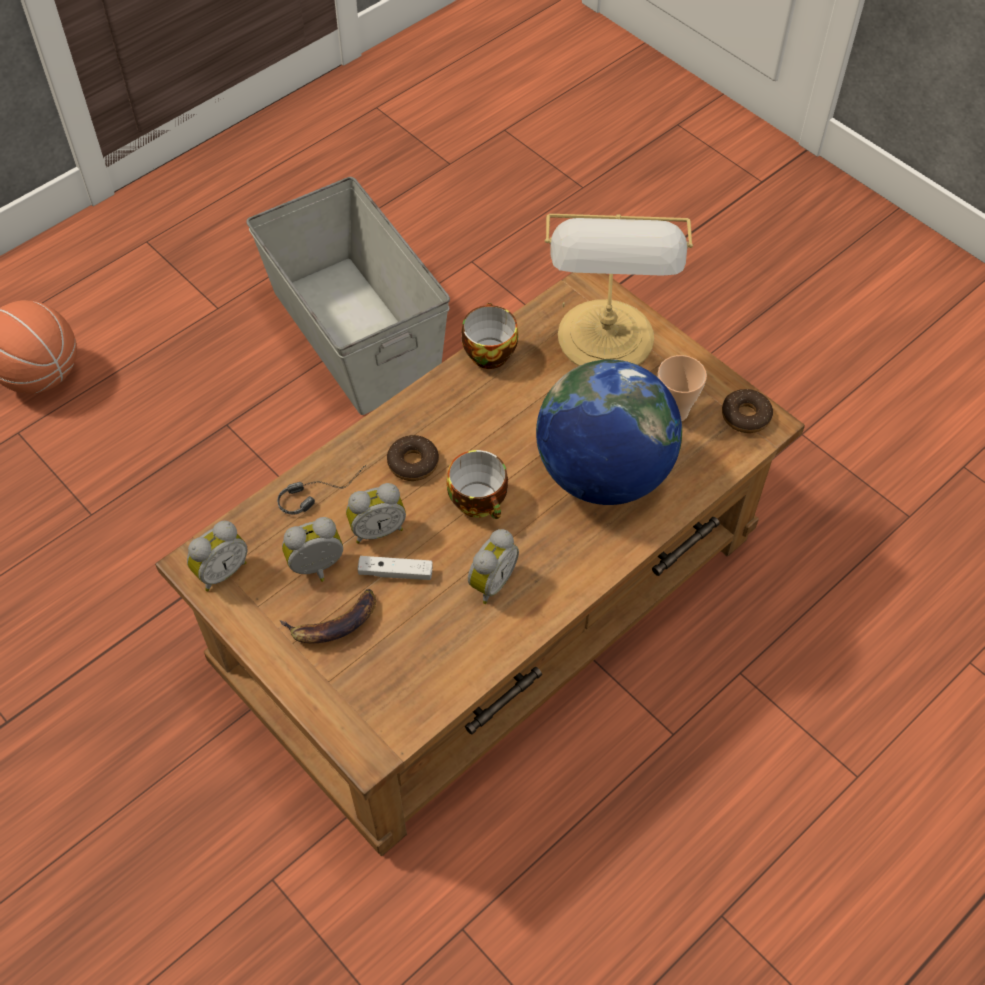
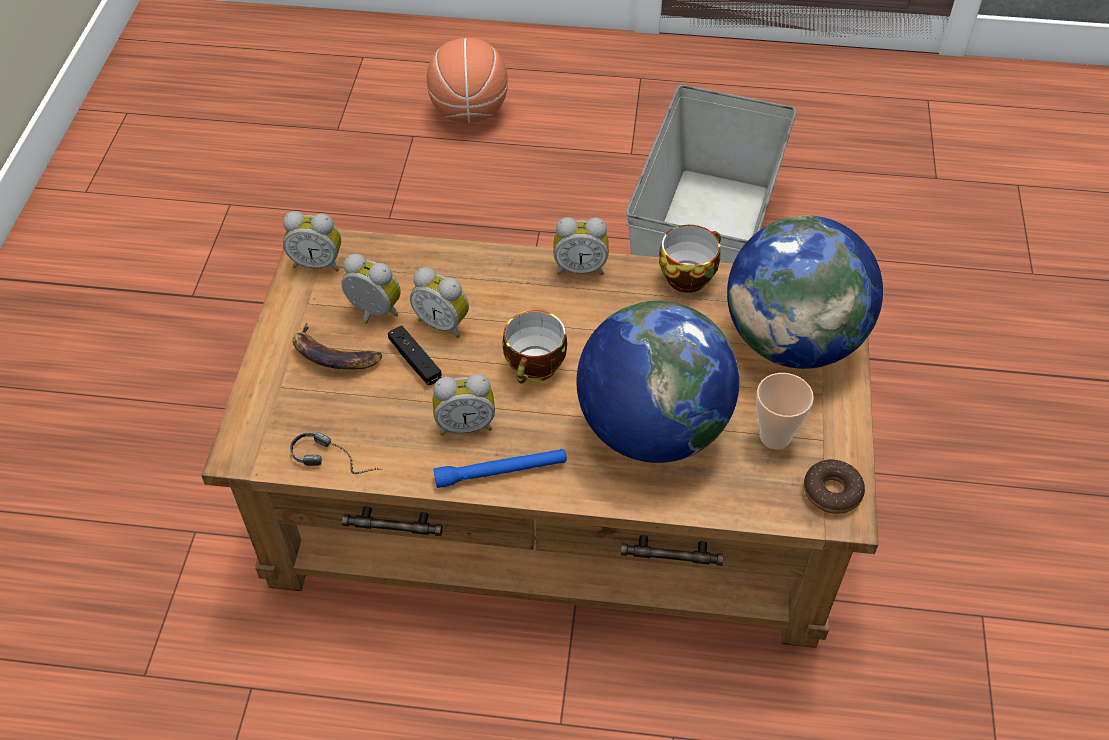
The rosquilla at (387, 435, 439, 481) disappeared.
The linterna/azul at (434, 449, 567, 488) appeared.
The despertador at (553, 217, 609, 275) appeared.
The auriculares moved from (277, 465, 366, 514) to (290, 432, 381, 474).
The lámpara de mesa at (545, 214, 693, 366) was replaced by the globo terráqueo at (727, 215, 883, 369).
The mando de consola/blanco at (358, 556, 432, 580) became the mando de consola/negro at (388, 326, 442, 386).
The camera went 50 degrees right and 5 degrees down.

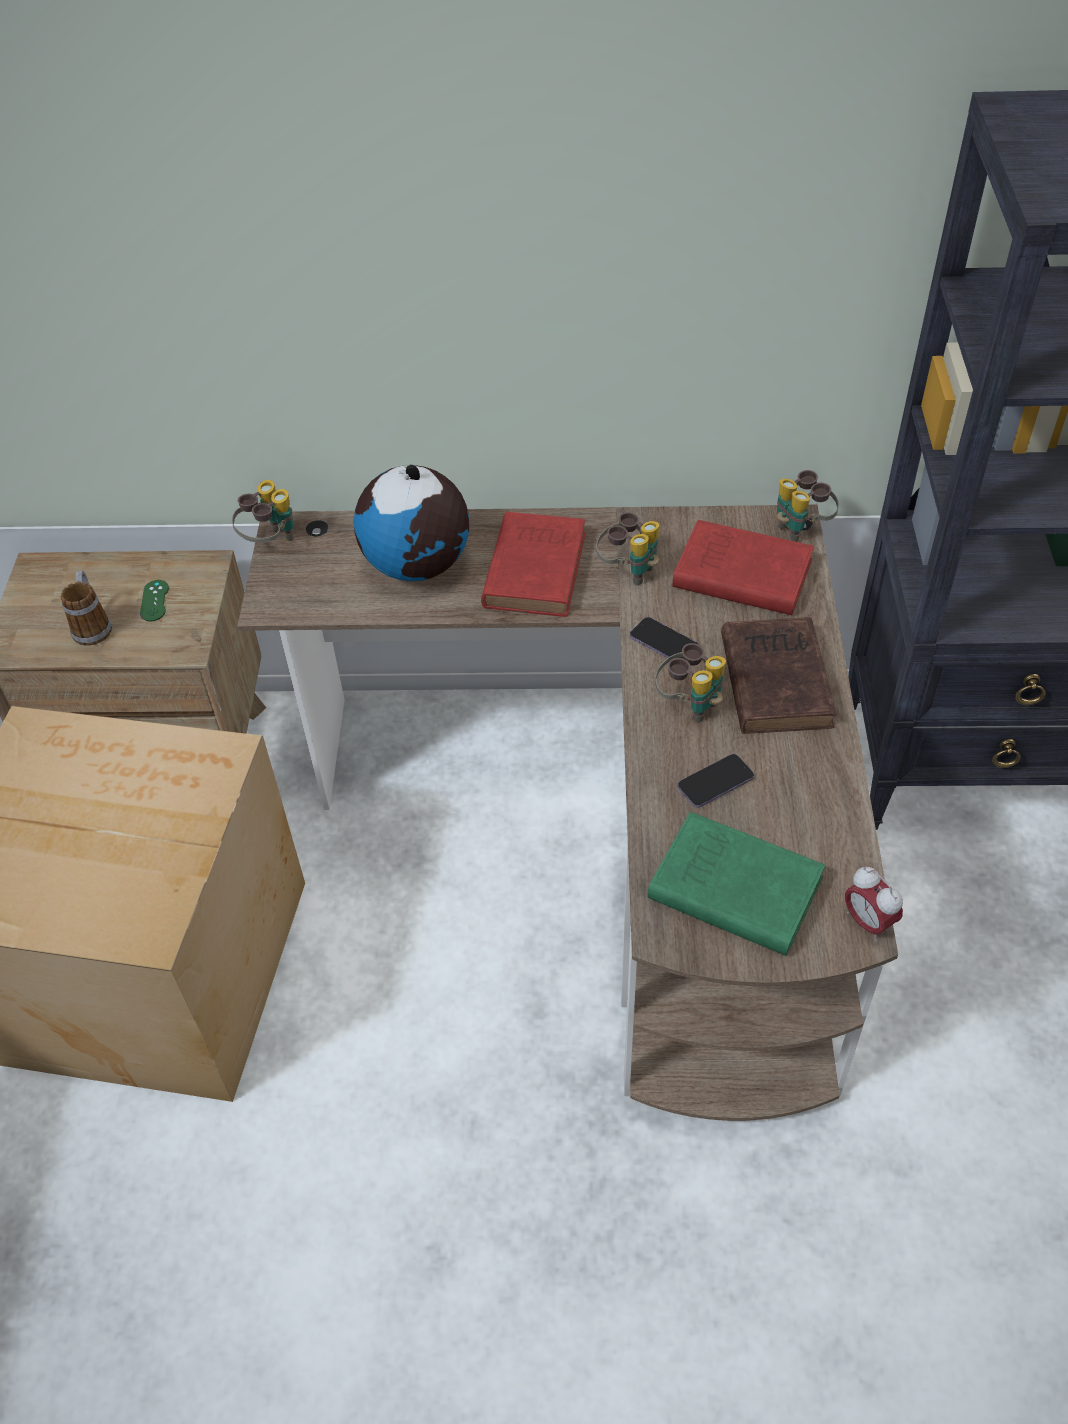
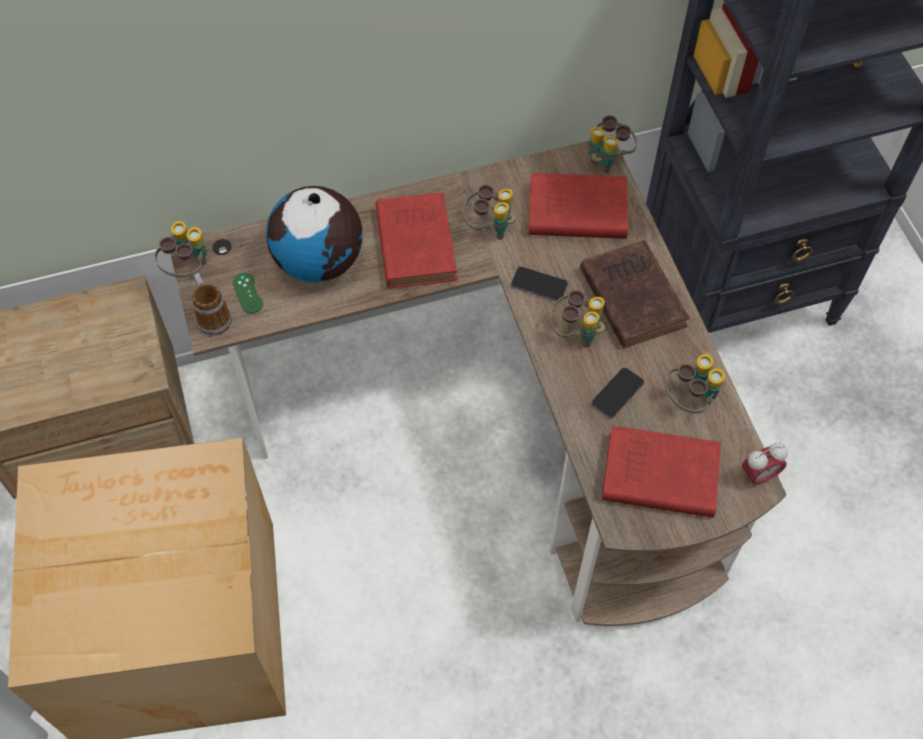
The prismáticos at (665, 354, 725, 413) appeared.
The taza grande moved from (61, 571, 112, 646) to (192, 273, 232, 335).
The mando de consola/verde moved from (140, 580, 169, 621) to (233, 273, 263, 313).
The libro/verde at (647, 812, 826, 956) became the libro/rojo at (602, 426, 721, 518).
The despertador at (845, 867, 903, 941) turned 60 degrees counterclockwise.
The camera went 20 degrees left and 10 degrees up.

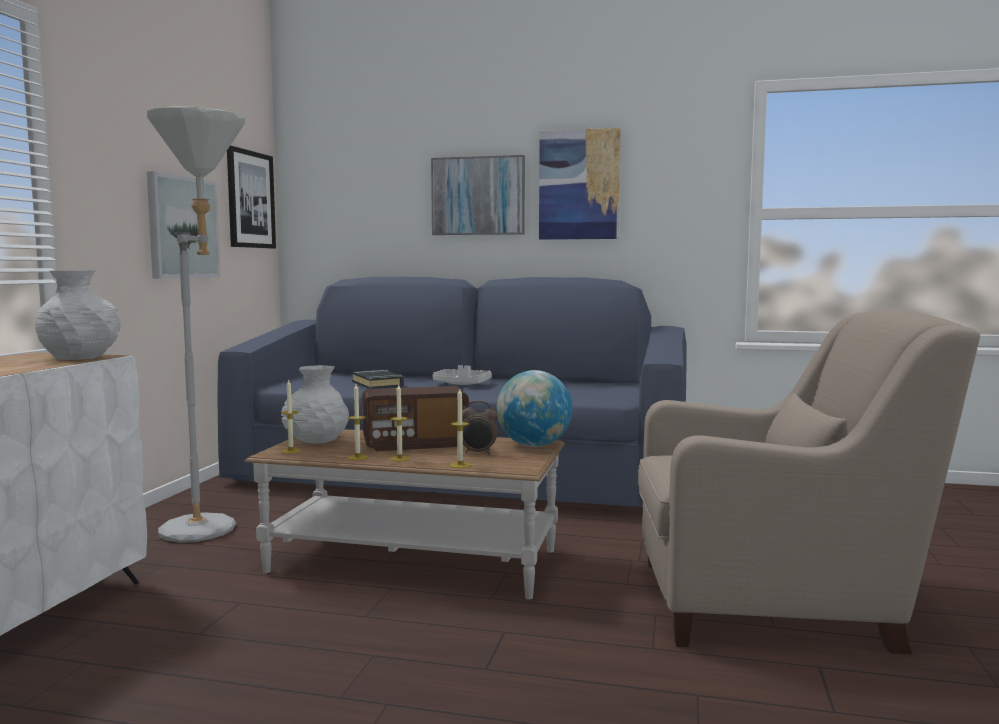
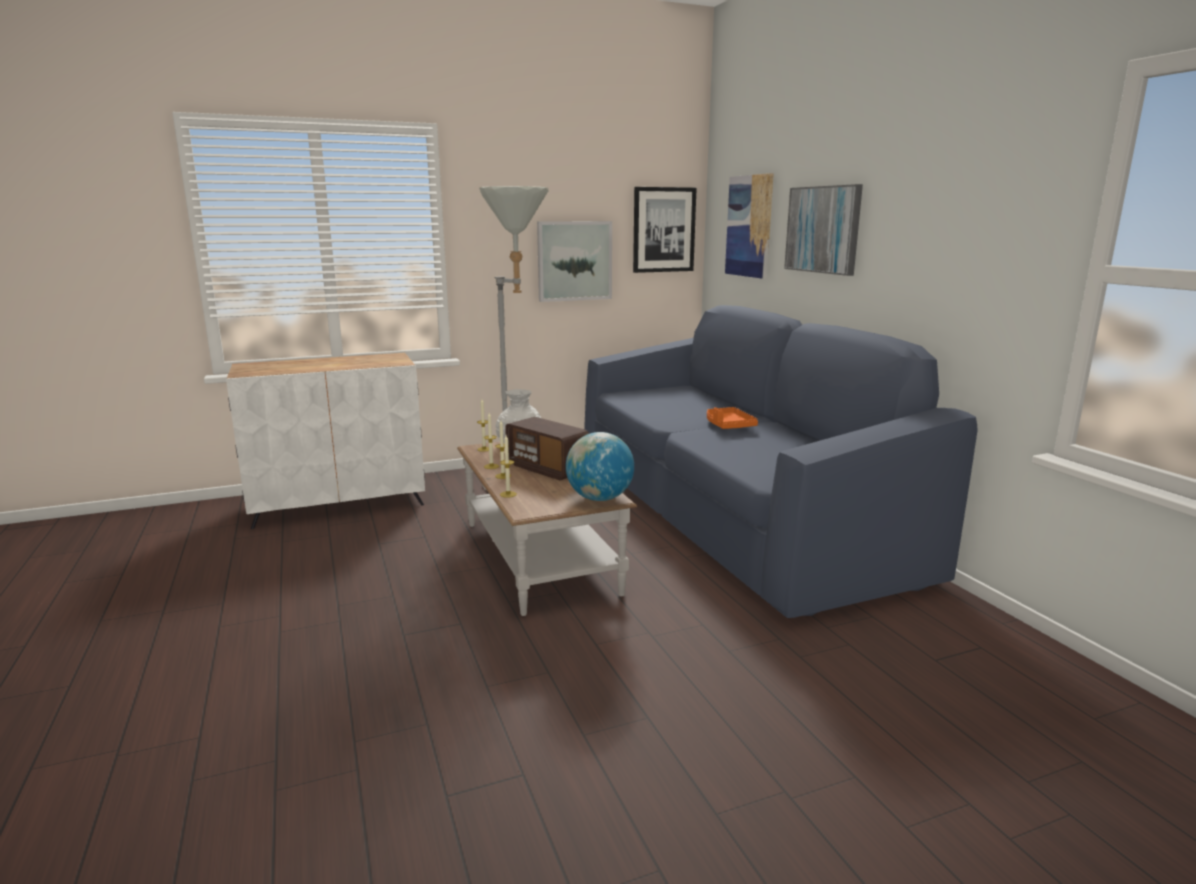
The florero/blanco at (35, 270, 121, 360) disappeared.
The libro/negro at (352, 370, 404, 389) disappeared.
The despertador at (462, 401, 498, 454) disappeared.
The sillón/beis at (638, 310, 980, 654) disappeared.
The cuadro moved from (539, 128, 621, 240) to (725, 173, 774, 279).
The bandeja/gris at (433, 365, 492, 385) became the bandeja/naranja at (707, 407, 758, 429).
The camera went 55 degrees right and 10 degrees up.

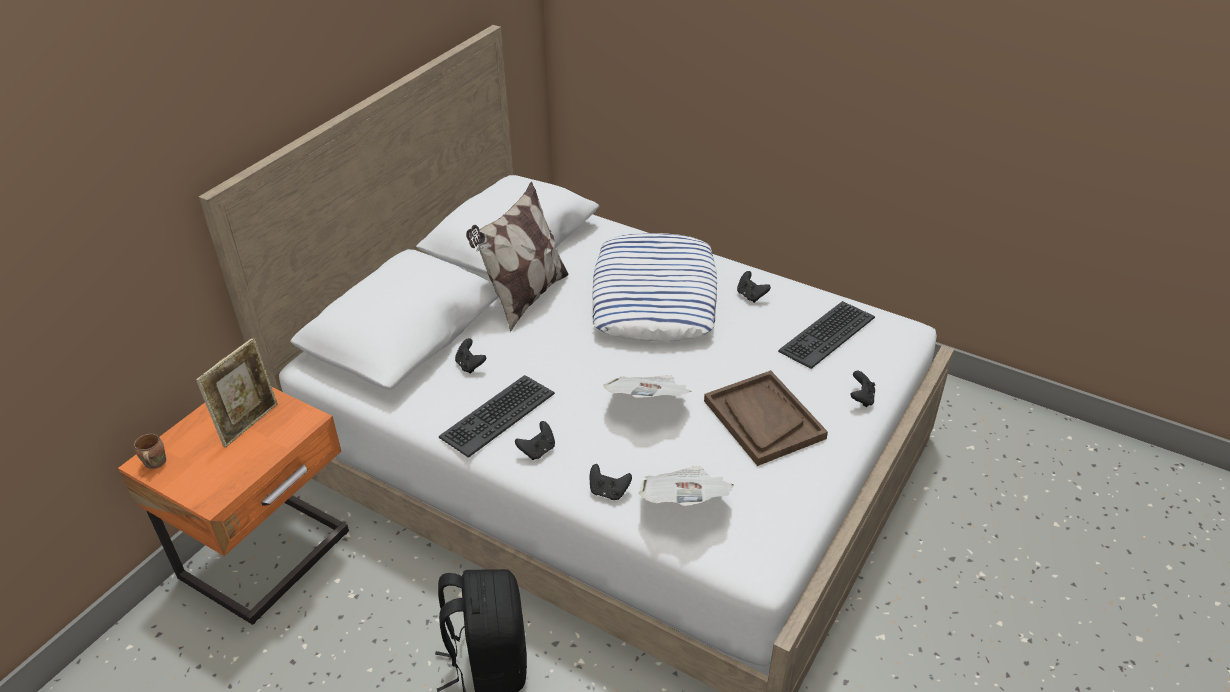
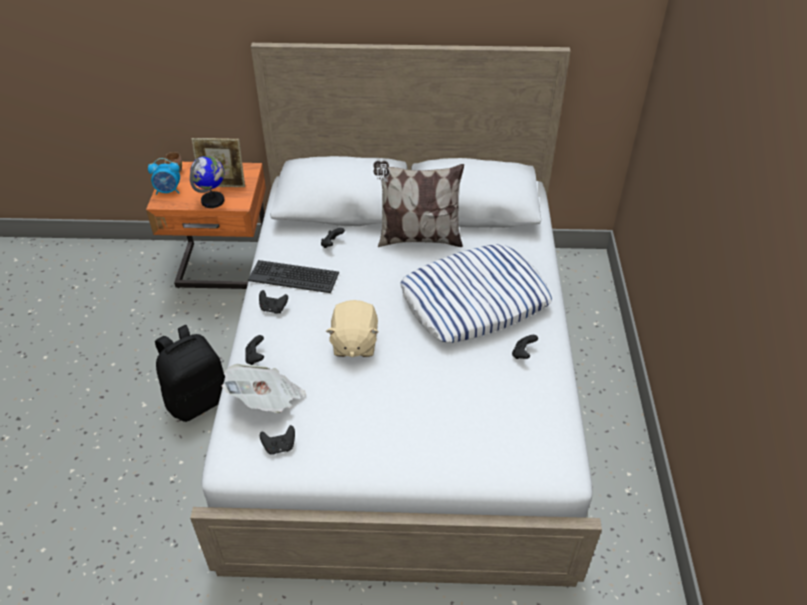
The bandeja/marrón at (704, 370, 828, 466) disappeared.
The teclado at (778, 301, 875, 369) disappeared.
The despertador at (148, 158, 180, 195) appeared.
The globo terráqueo at (190, 156, 224, 208) appeared.
The mando de consola/negro moved from (851, 371, 875, 407) to (260, 425, 295, 455).
The periódico at (603, 375, 692, 398) was replaced by the peluche/beis at (326, 300, 379, 357).
The camera went 60 degrees right and 5 degrees up.

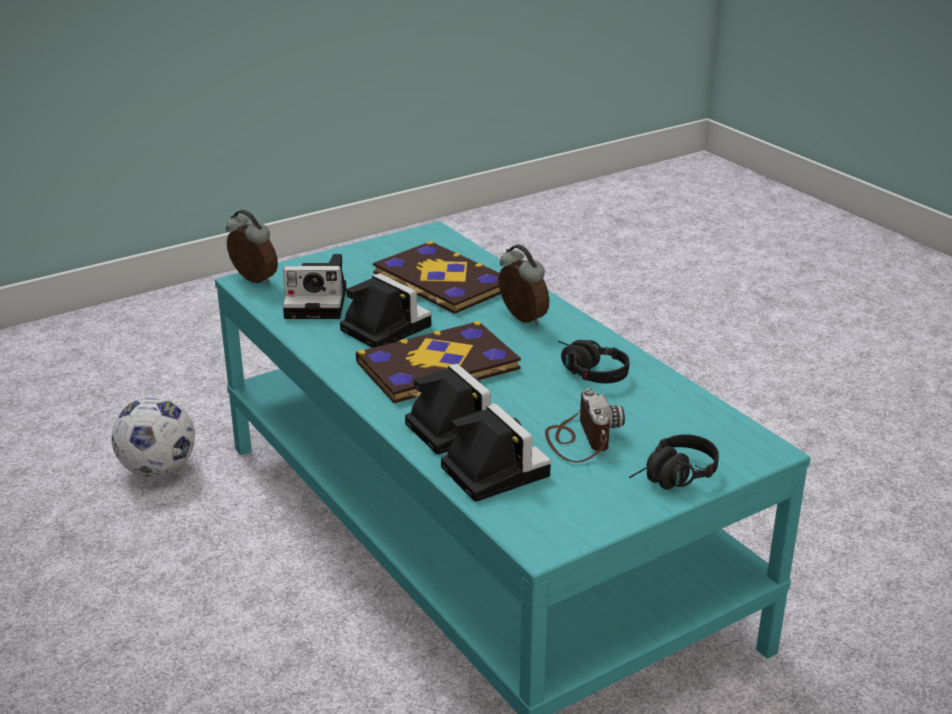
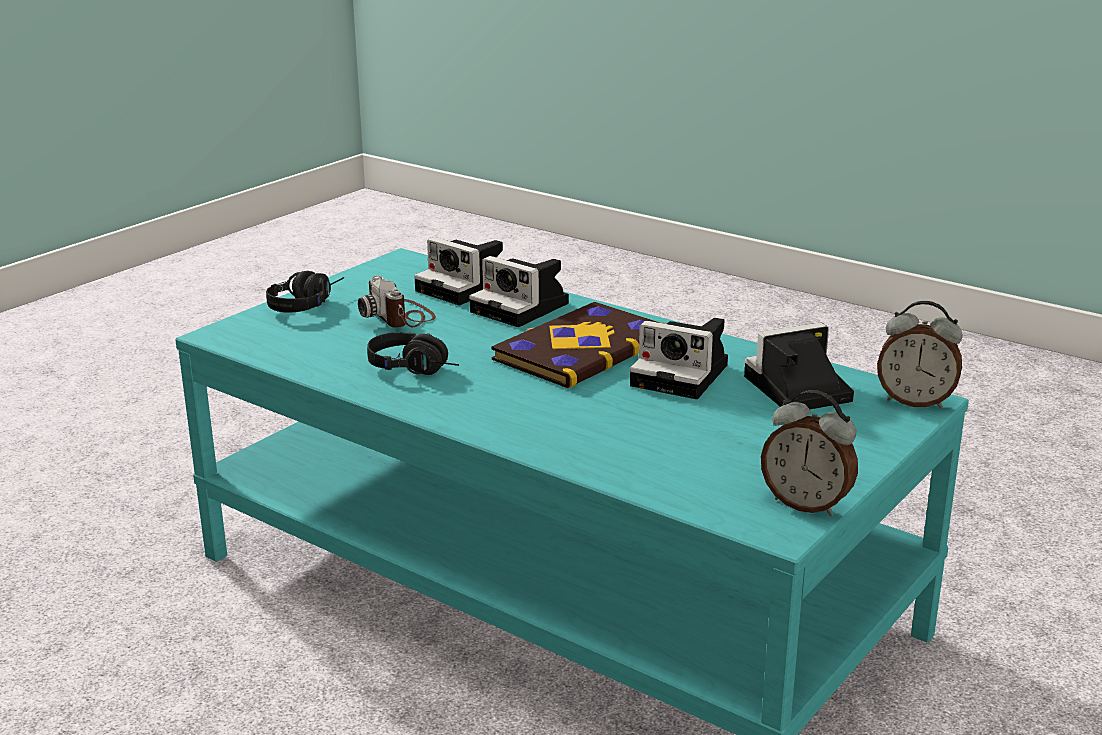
The balón de fútbol at (111, 397, 195, 477) disappeared.
The libro at (373, 241, 501, 314) disappeared.
The despertador moved from (499, 244, 550, 325) to (761, 390, 858, 516).
The camera went 160 degrees right and 5 degrees down.

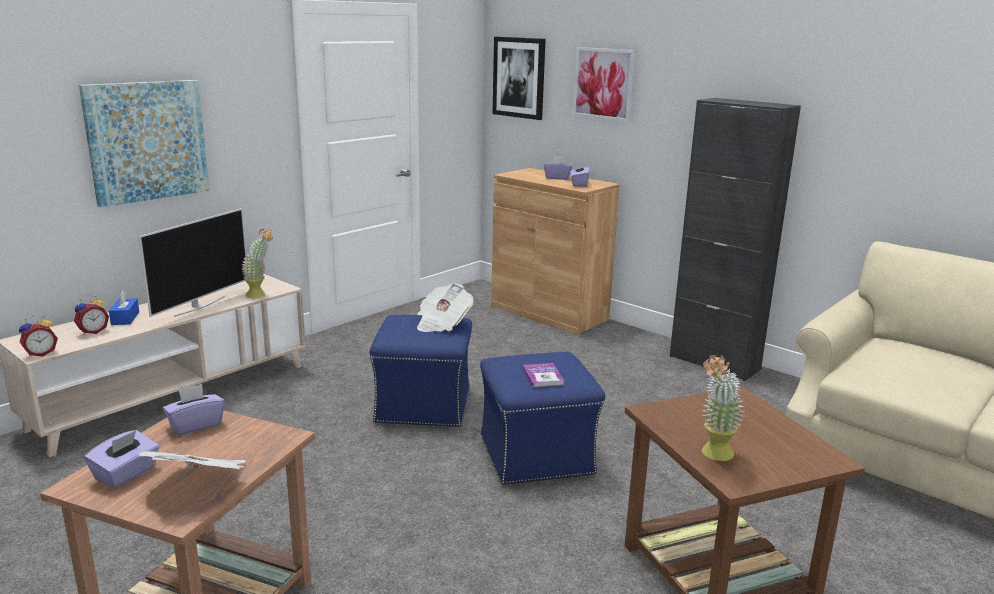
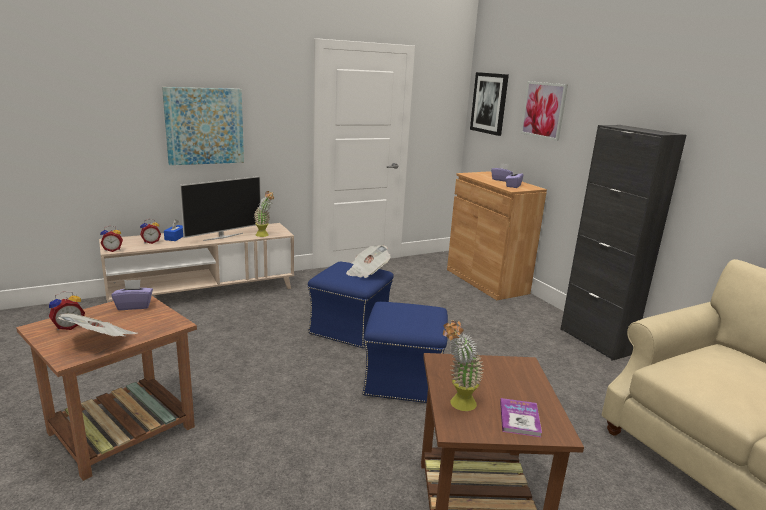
The libro moved from (523, 363, 564, 387) to (500, 398, 542, 437).
The caja de pañuelos/morado at (85, 430, 159, 488) was replaced by the despertador at (49, 291, 85, 331).
The camera went 20 degrees right and 0 degrees up.

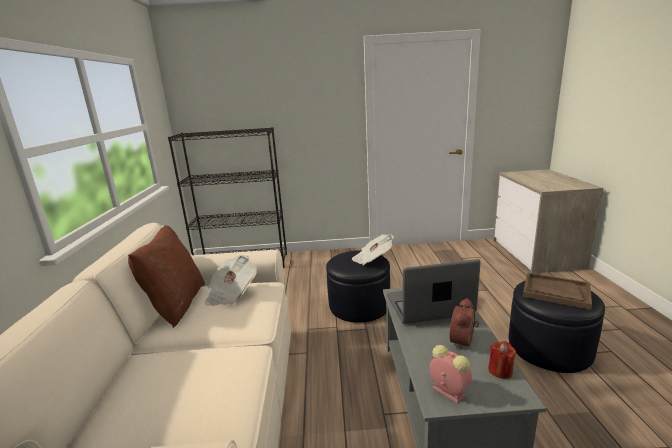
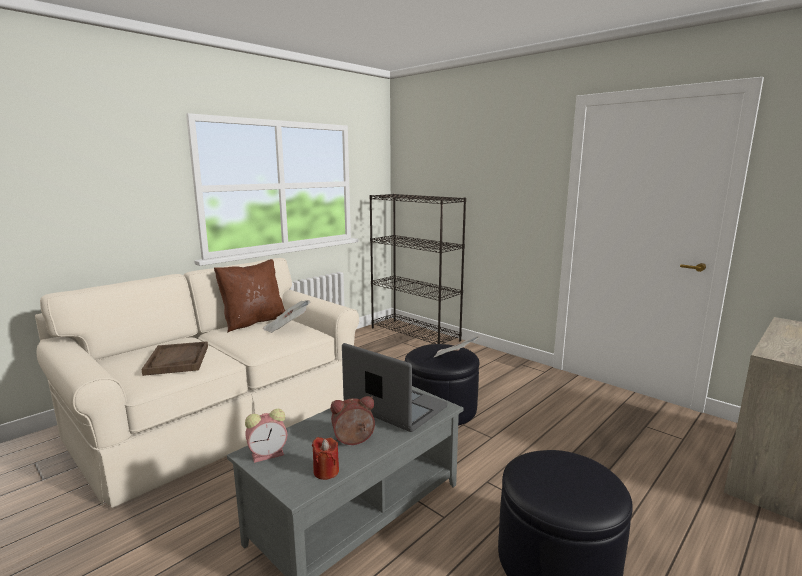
The bandeja/marrón moved from (523, 272, 592, 310) to (141, 341, 208, 376).
The despertador at (429, 345, 472, 404) turned 60 degrees clockwise.
The camera went 45 degrees right and 5 degrees down.

